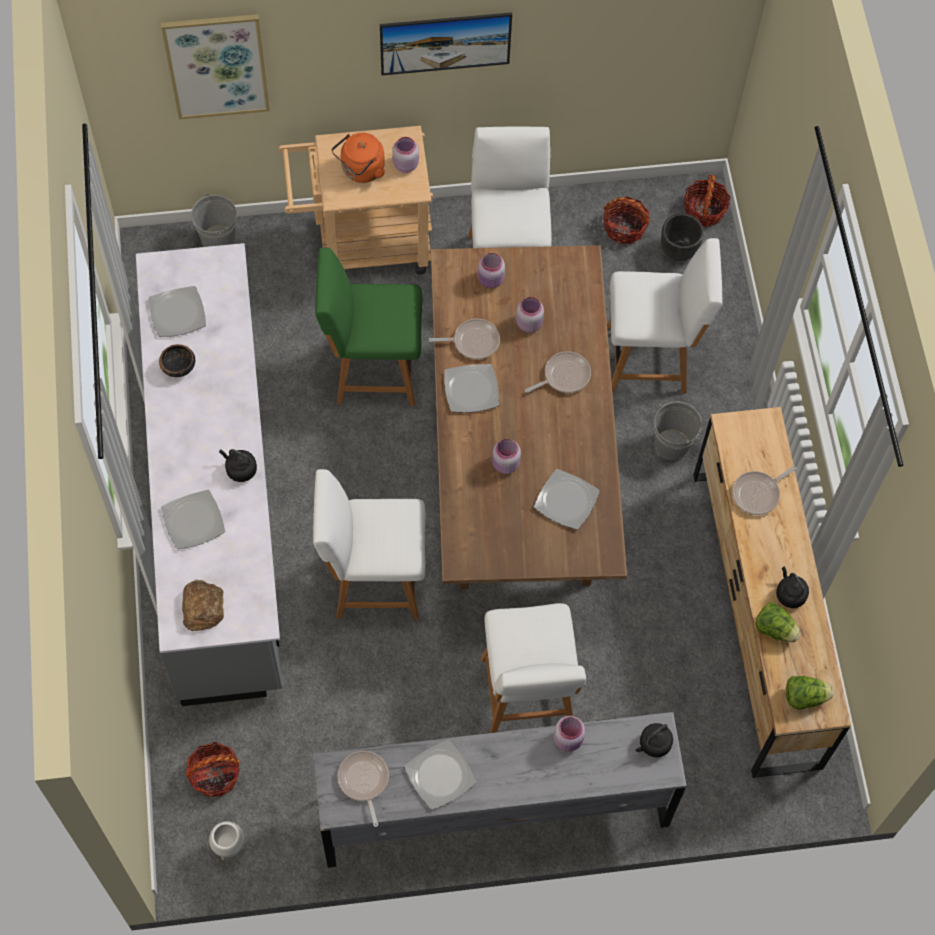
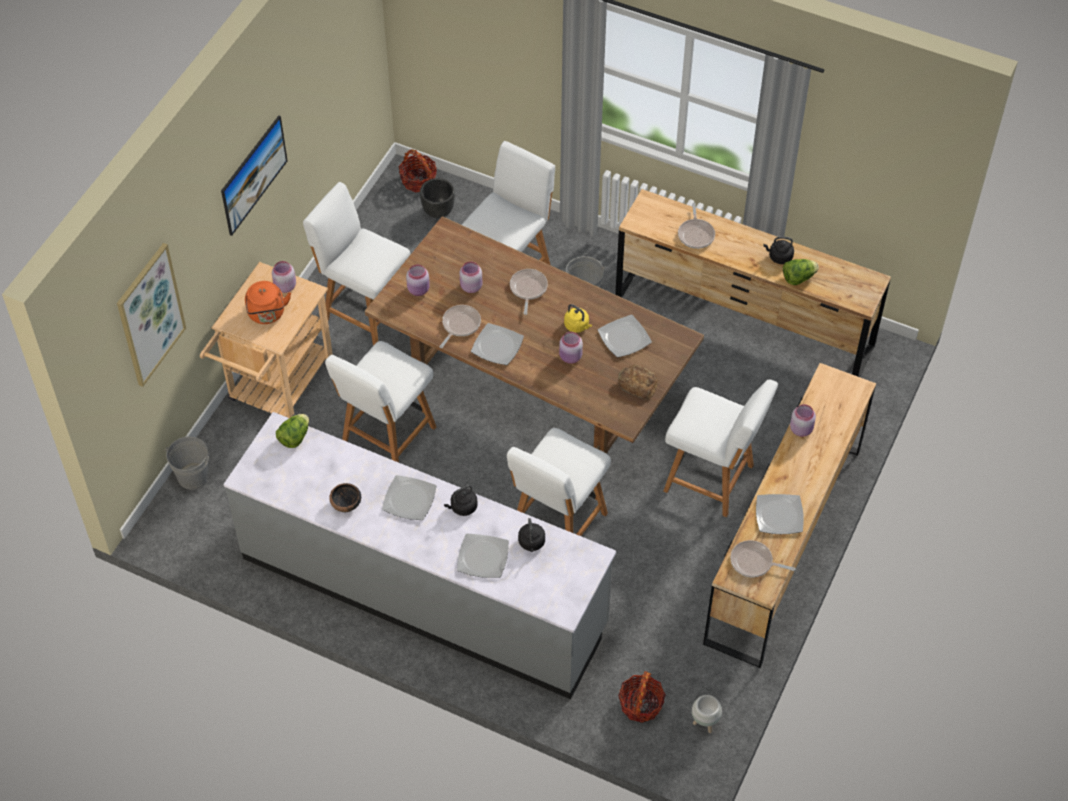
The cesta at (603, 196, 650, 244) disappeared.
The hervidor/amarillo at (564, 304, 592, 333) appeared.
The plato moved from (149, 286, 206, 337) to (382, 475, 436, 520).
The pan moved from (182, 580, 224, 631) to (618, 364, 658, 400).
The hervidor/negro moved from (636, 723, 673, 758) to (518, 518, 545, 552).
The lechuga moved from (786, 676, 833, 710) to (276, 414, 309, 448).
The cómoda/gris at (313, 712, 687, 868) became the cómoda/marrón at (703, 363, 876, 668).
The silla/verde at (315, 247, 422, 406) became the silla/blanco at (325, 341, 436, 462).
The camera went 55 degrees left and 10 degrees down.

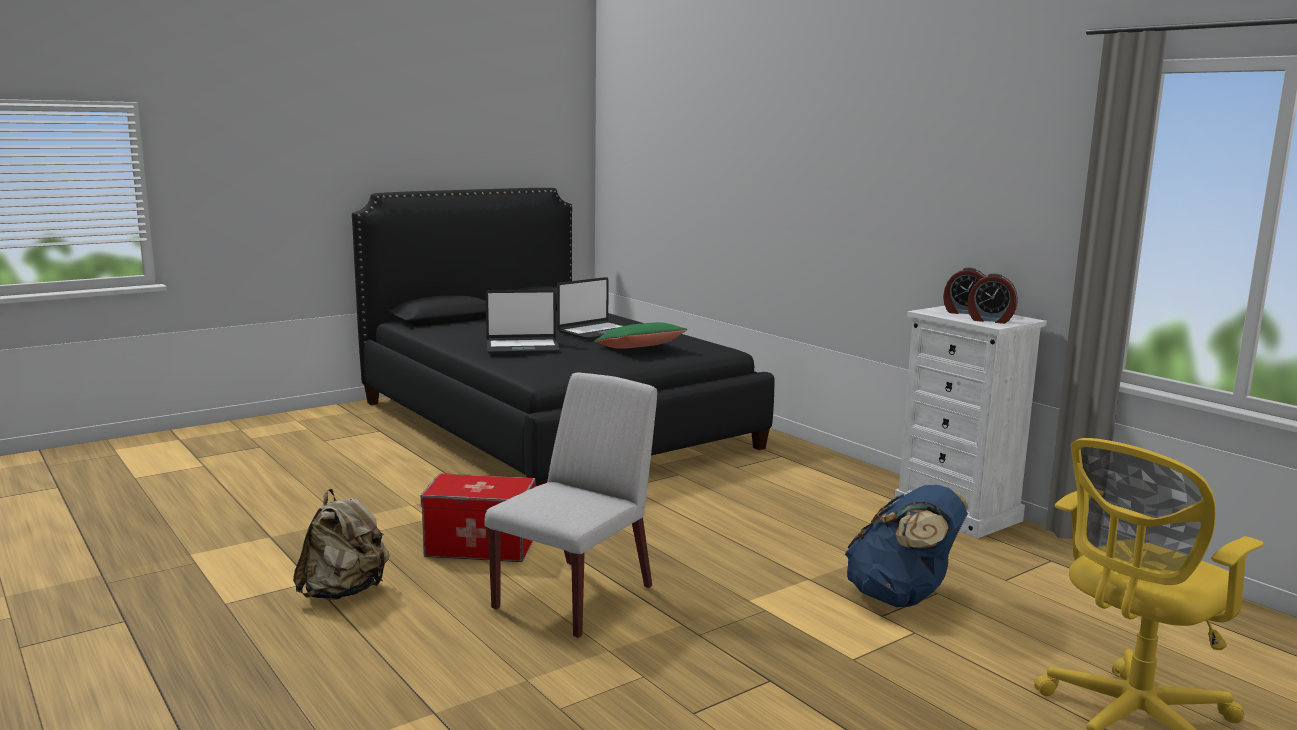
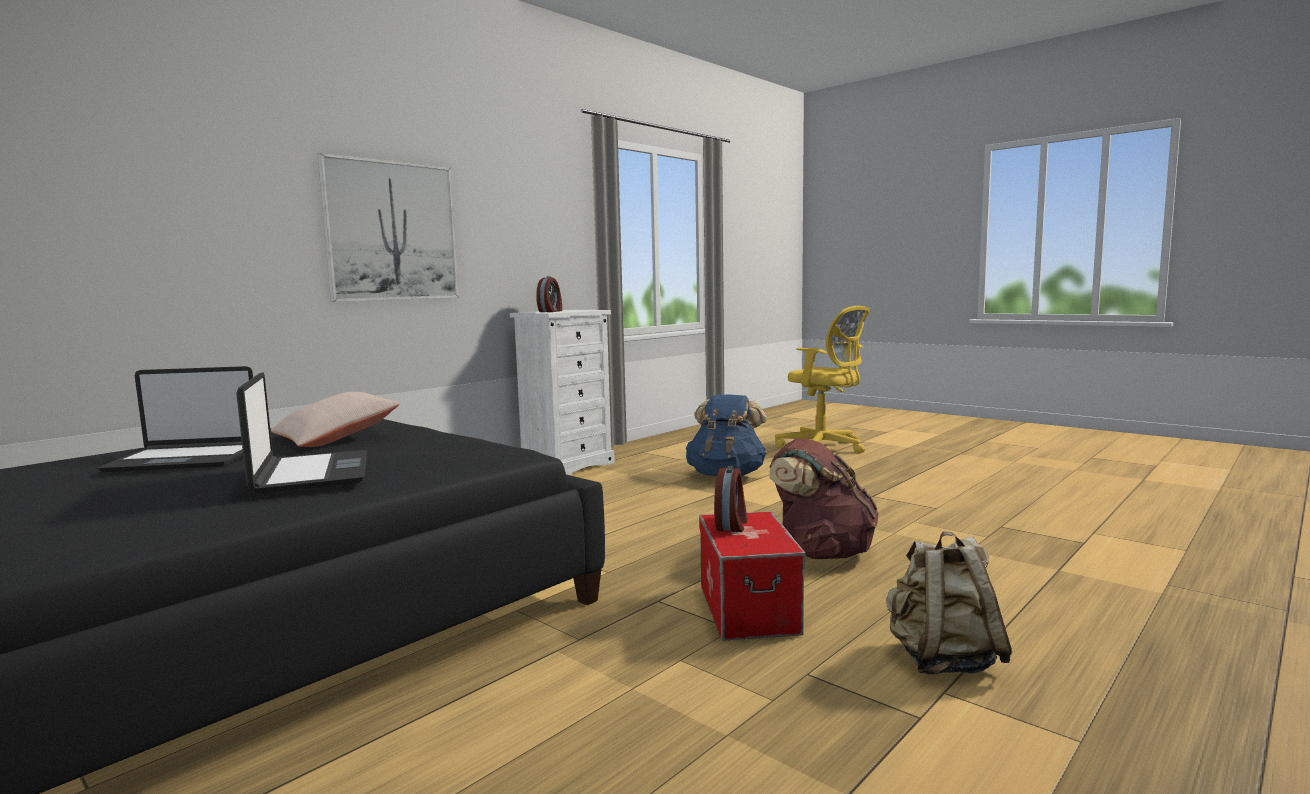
The cuadro at (318, 153, 459, 302) appeared.
The despertador moved from (967, 273, 1018, 324) to (714, 466, 748, 532).
The silla/blanco at (484, 373, 657, 638) was replaced by the mochila/marrón at (769, 439, 879, 559).
The cojín/verde at (594, 322, 687, 349) became the cojín/beis at (271, 392, 400, 447).
The portátil at (557, 277, 623, 340) turned 135 degrees clockwise.
The camera went 100 degrees left and 5 degrees down.

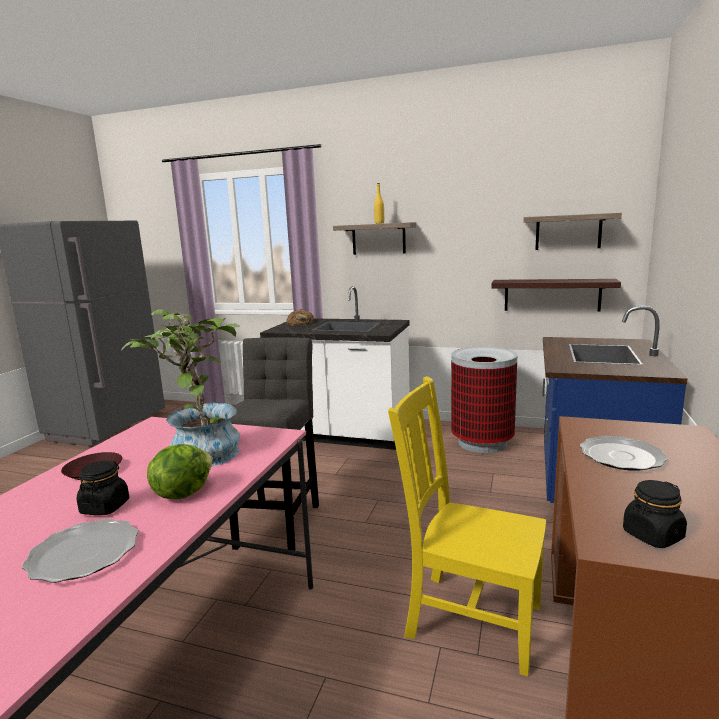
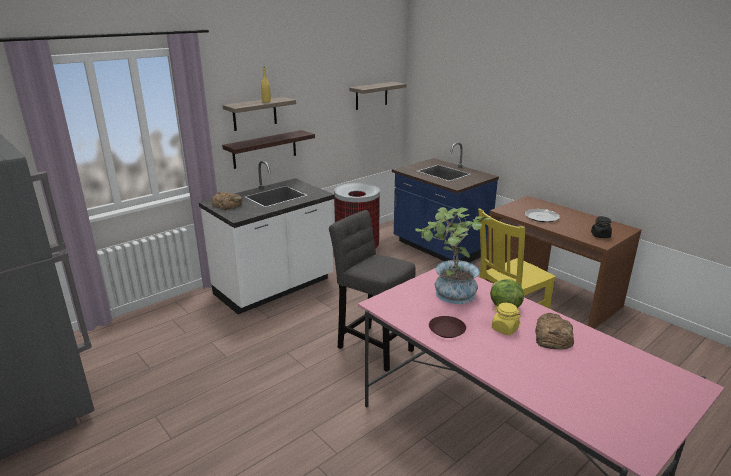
The estante moved from (491, 279, 621, 312) to (222, 130, 315, 169).
The plato at (22, 519, 139, 583) was replaced by the pan at (535, 313, 574, 350).
The tarro/negro at (76, 460, 129, 515) became the tarro/amarillo at (492, 303, 521, 335).
The camera went 60 degrees left and 10 degrees up.

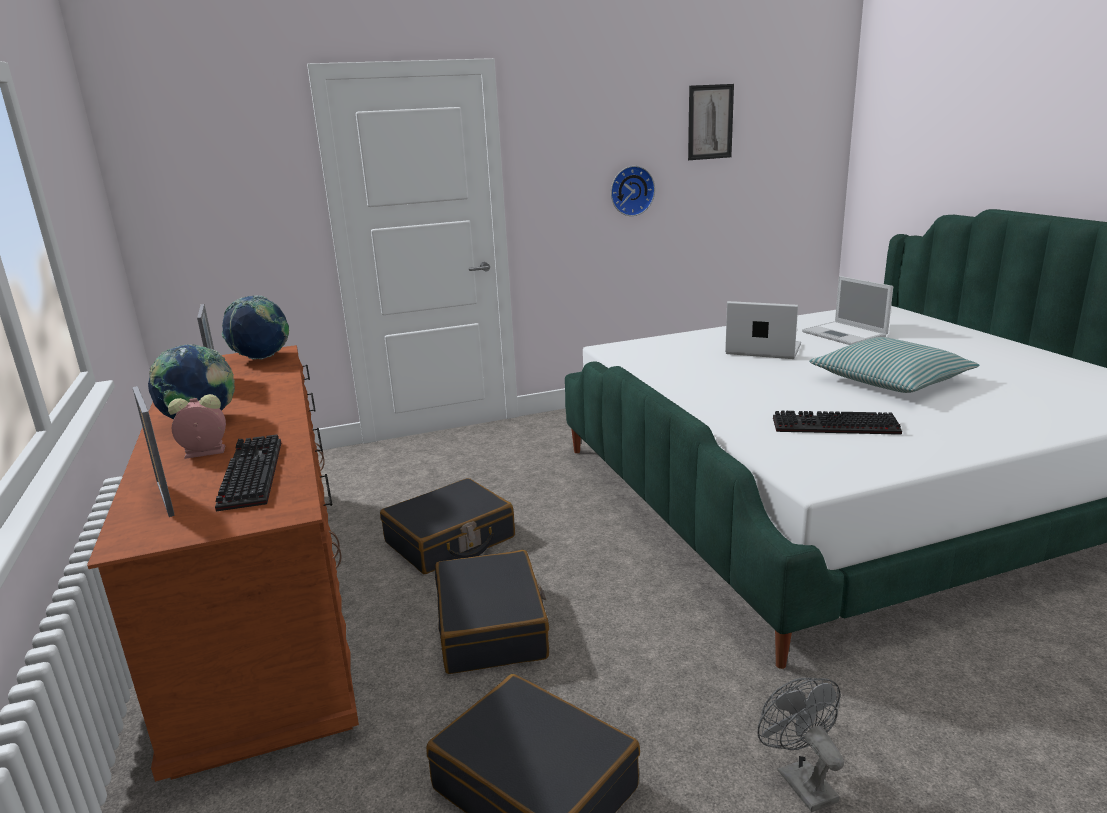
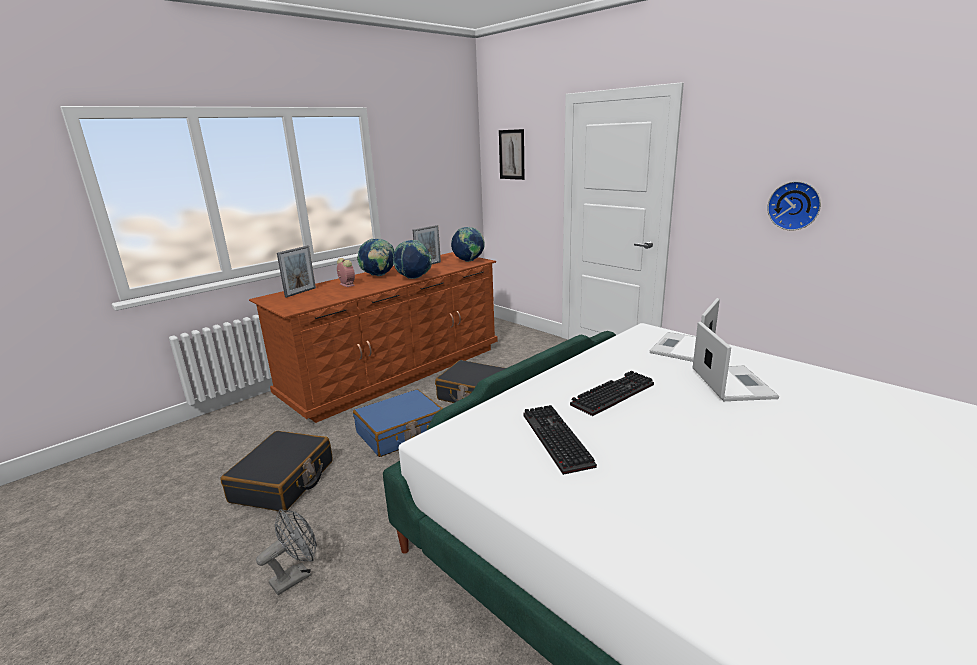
The cojín at (809, 337, 979, 393) disappeared.
The globo terráqueo at (393, 240, 432, 279) appeared.
The teclado moved from (215, 435, 281, 512) to (570, 371, 654, 416).
The cuadro moved from (688, 84, 734, 160) to (499, 129, 524, 180).
The portátil moved from (802, 276, 893, 345) to (650, 298, 720, 362).
The maleta/negro at (435, 550, 549, 674) became the maleta/azul at (353, 389, 443, 457).
The camera went 65 degrees right and 0 degrees up.

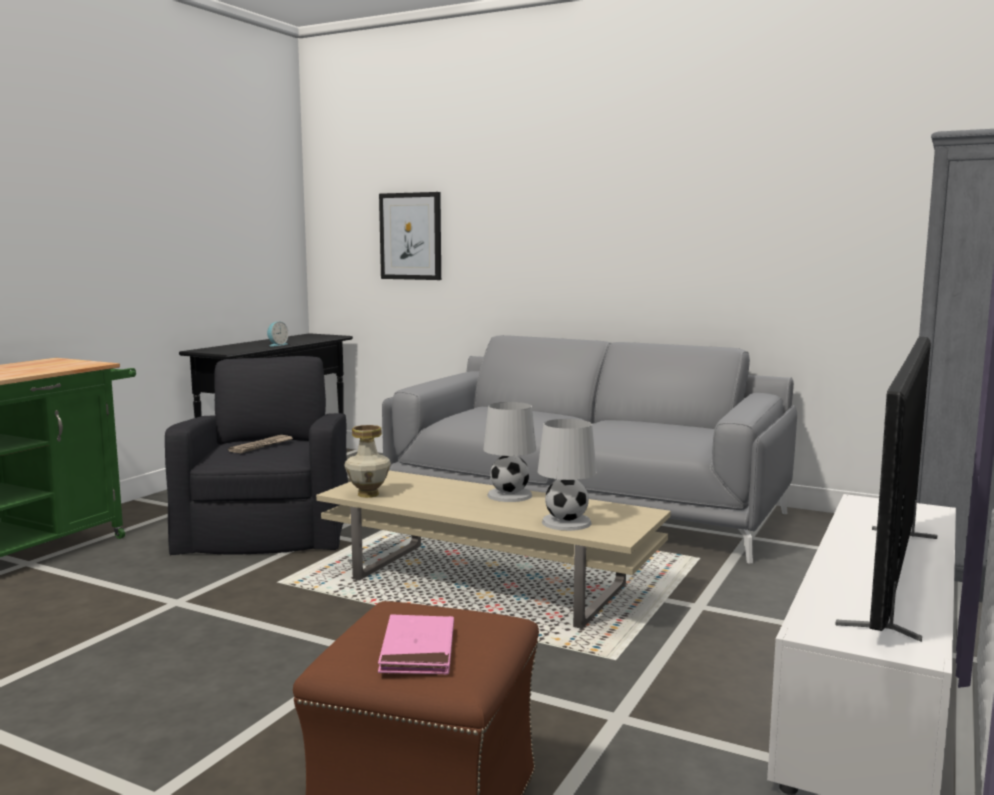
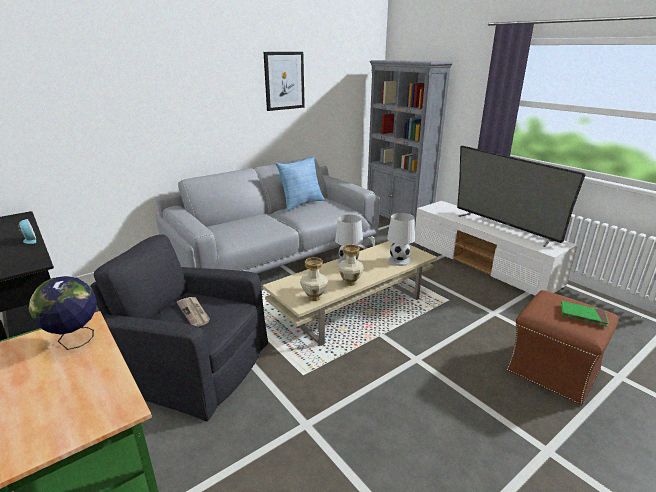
The globo terráqueo at (28, 276, 96, 350) appeared.
The cojín at (275, 156, 325, 212) appeared.
The florero at (338, 244, 364, 286) appeared.
The cuadro moved from (379, 192, 441, 280) to (264, 52, 305, 111).
The libro/rosa at (378, 615, 454, 675) became the libro/verde at (561, 301, 609, 327).
The camera went 65 degrees left and 15 degrees up.

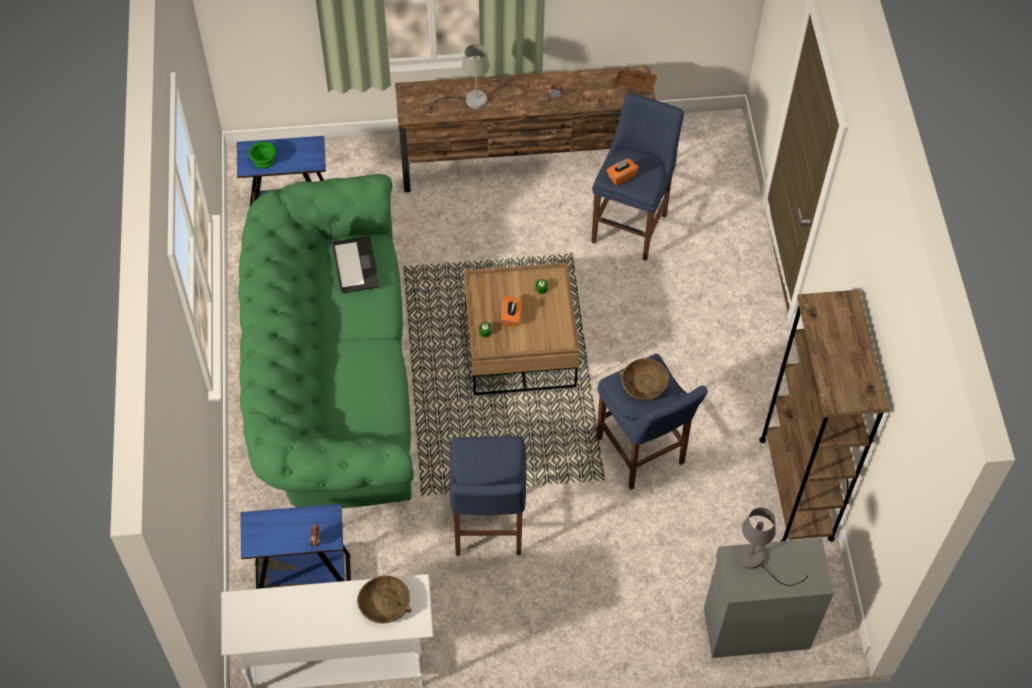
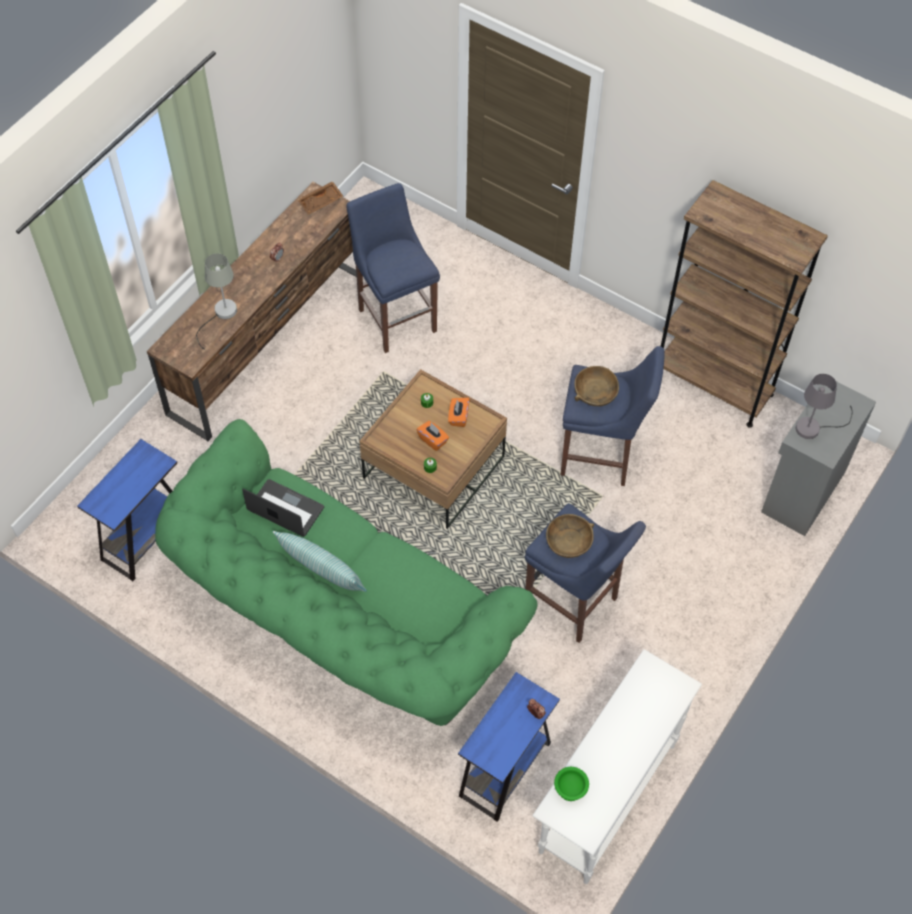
The cojín at (272, 531, 367, 592) appeared.
The cuenco/verde moved from (249, 141, 276, 169) to (554, 767, 589, 801).
The cuenco/marrón moved from (357, 575, 412, 624) to (546, 514, 594, 558).
The caja de pañuelos/naranja moved from (606, 159, 639, 186) to (448, 398, 469, 427).
The camera went 50 degrees left and 0 degrees up.

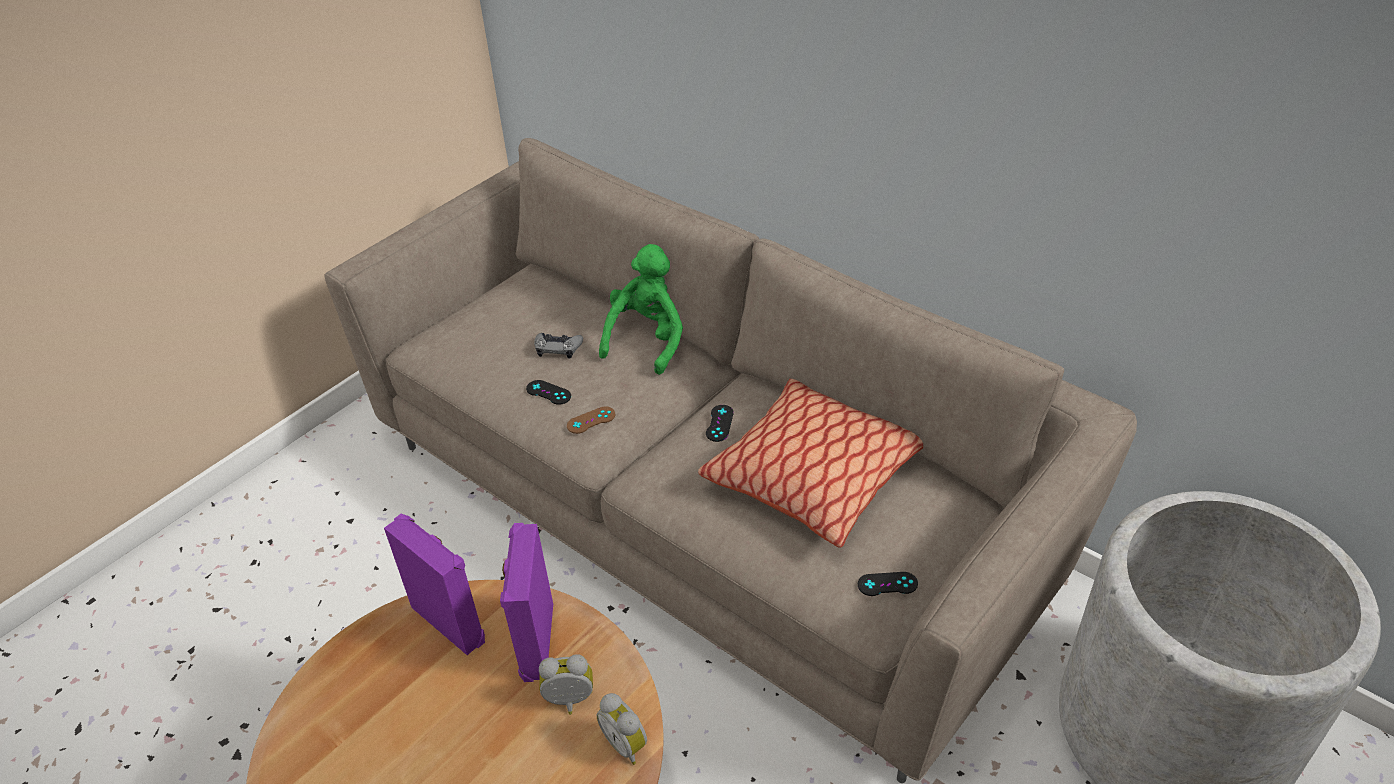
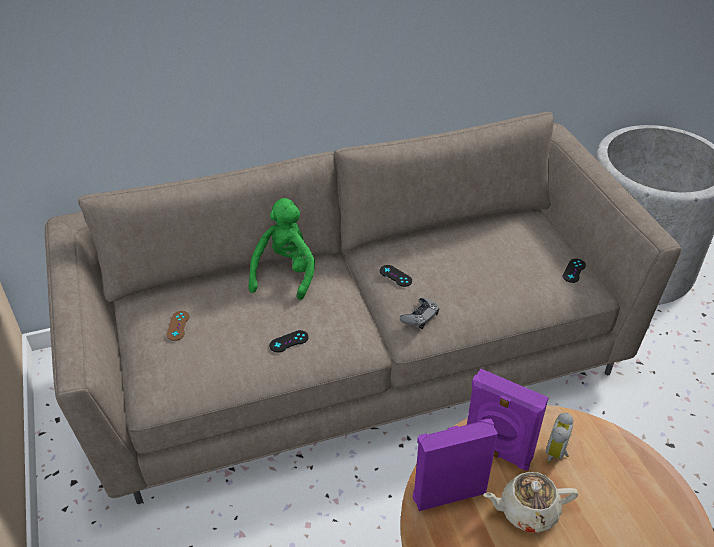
The despertador at (597, 693, 647, 765) disappeared.
The cojín at (698, 379, 923, 548) disappeared.
The tetera/beis at (483, 472, 578, 533) appeared.
The mando de consola/gris moved from (534, 333, 583, 359) to (400, 298, 440, 329).
The mando de consola/marrón moved from (567, 406, 615, 434) to (166, 311, 189, 341).
The peluche/verde at (599, 244, 683, 375) turned 45 degrees clockwise.
The camera went 60 degrees left and 0 degrees up.

